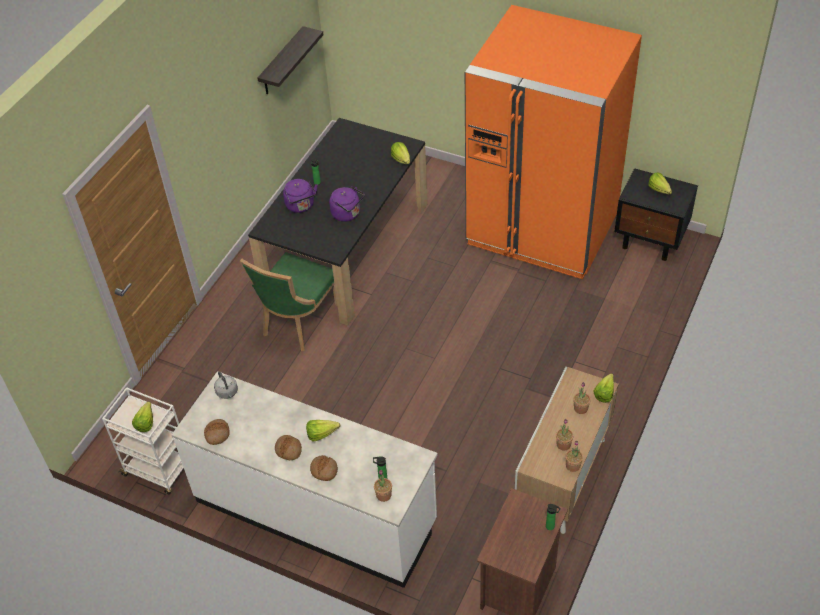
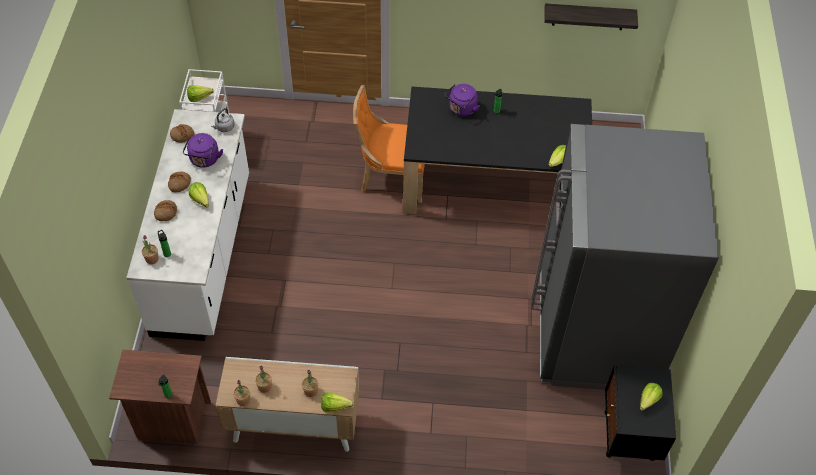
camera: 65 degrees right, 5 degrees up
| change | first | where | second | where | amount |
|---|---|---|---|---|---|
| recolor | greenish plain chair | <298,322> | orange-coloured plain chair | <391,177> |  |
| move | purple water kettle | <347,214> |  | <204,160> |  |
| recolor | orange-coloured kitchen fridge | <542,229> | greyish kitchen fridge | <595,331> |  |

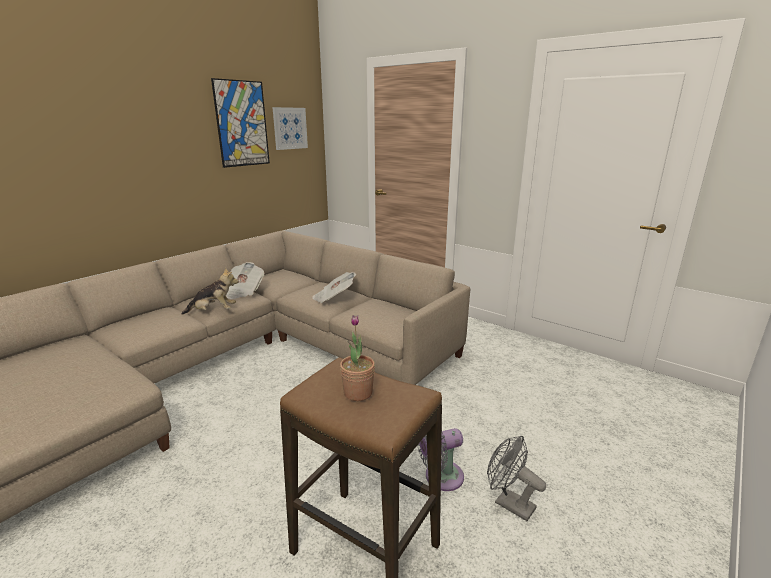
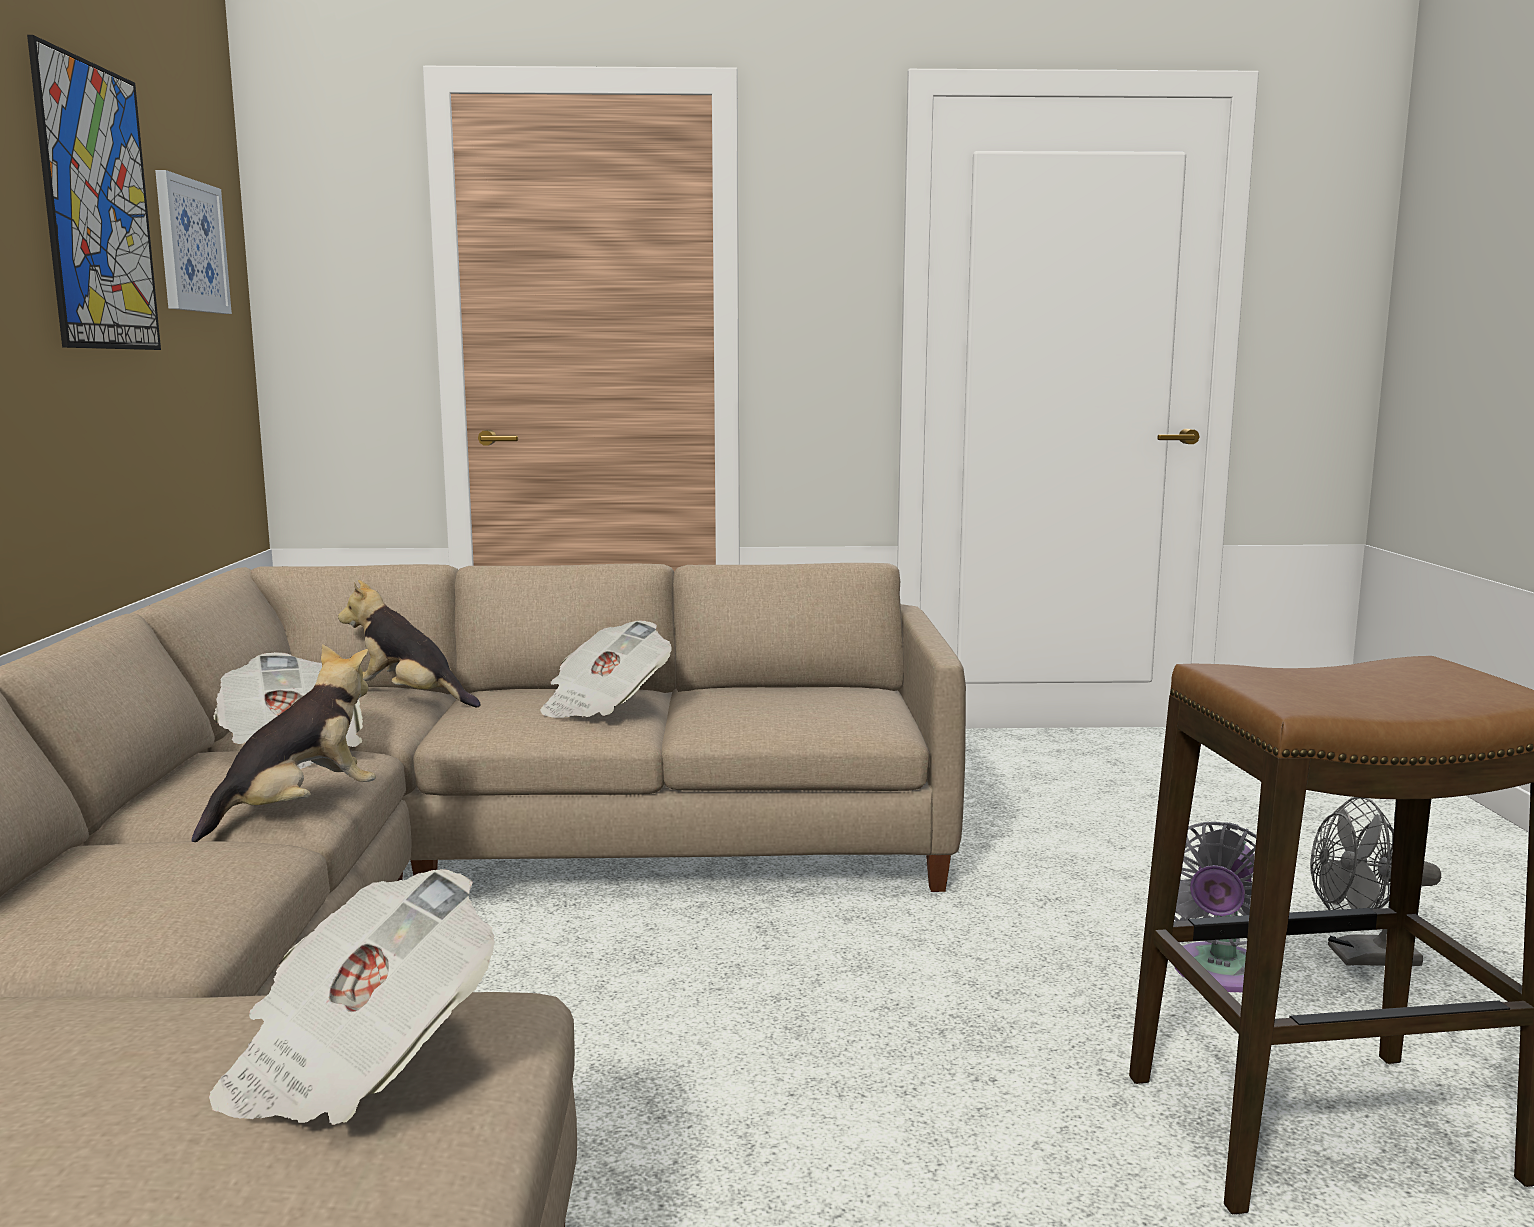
camera: 40 degrees left, 10 degrees down
| change | first | where | second | where | amount |
|---|---|---|---|---|---|
| delete | houseplant | <358,393> |  |  |  |
| insert |  |  | newspaper | <357,1060> |  |
| insert |  |  | soft toy | <410,698> |  |

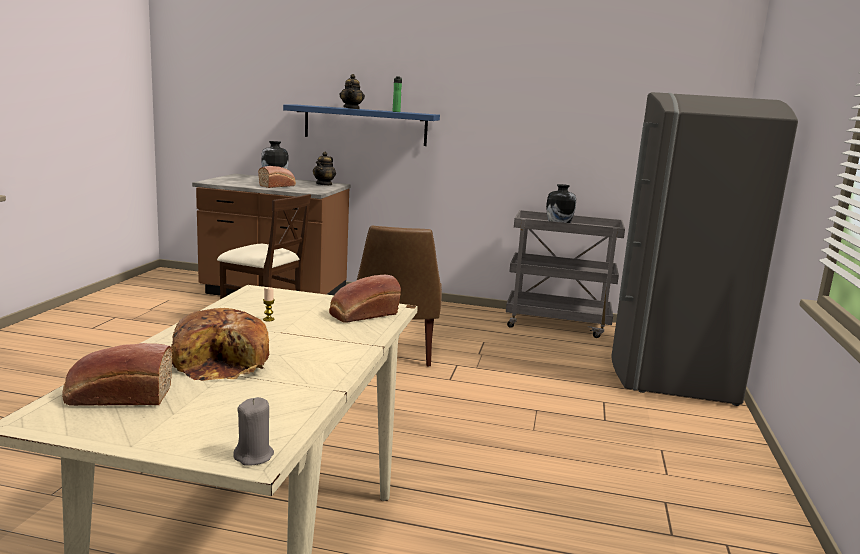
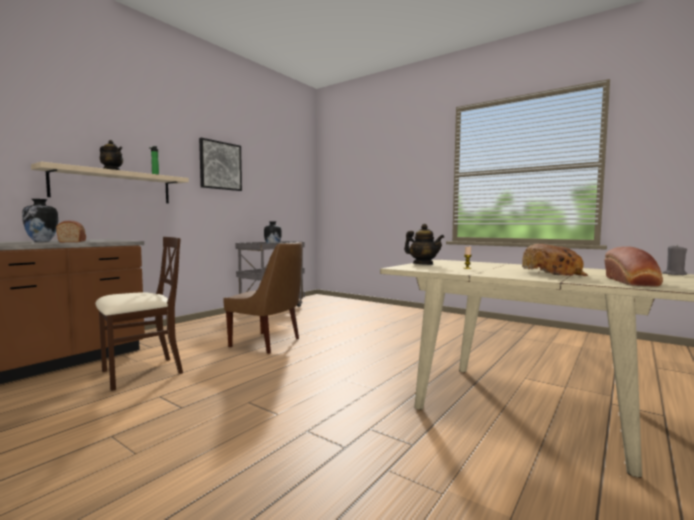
camera: 65 degrees left, 10 degrees down
| change | first | where | second | where | amount |
|---|---|---|---|---|---|
| recolor | bluish wall shelf | <365,125> | sand-coloured wall shelf | <114,186> |  |
| move | teapot | <324,184> |  | <423,264> |  |
| delete | bread | <362,315> |  |  |  |
| delete | greyish kitchen fridge | <670,372> |  |  |  |
| insert |  |  | picture | <220,165> |  |

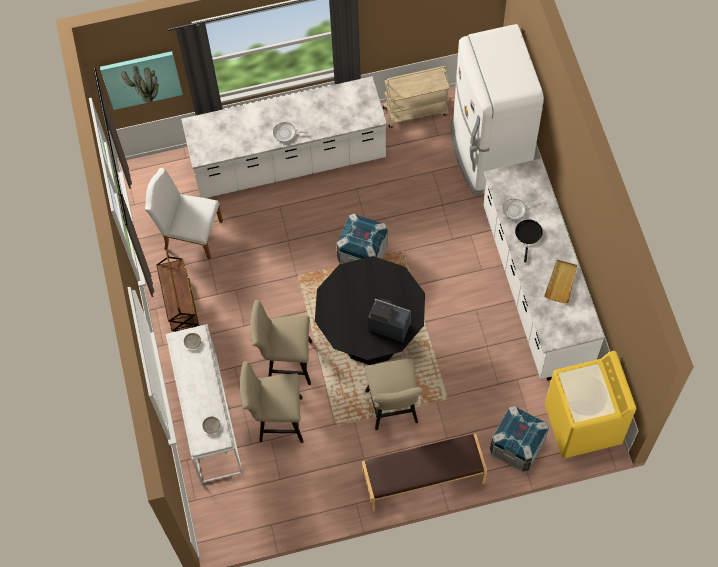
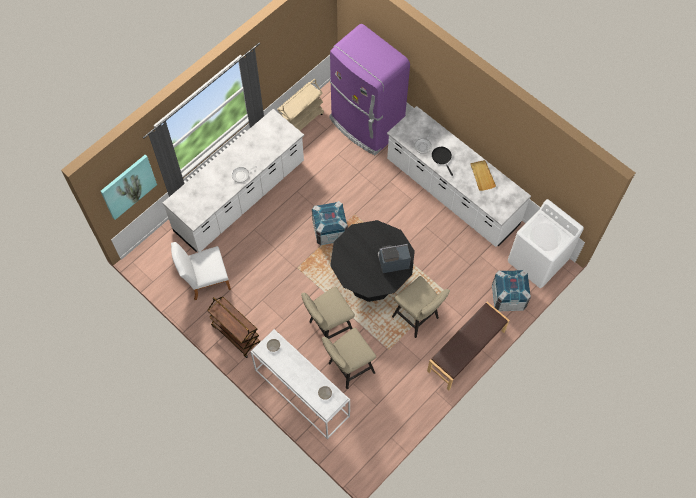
camera: 35 degrees left, 0 degrees up
| change | first | where | second | where | amount |
|---|---|---|---|---|---|
| recolor | white-coloured kitchen fridge | <488,154> | purple kitchen fridge | <366,125> |  |
| recolor | yellowish laundry appliance | <582,425> | white-coloured laundry appliance | <537,261> |  |

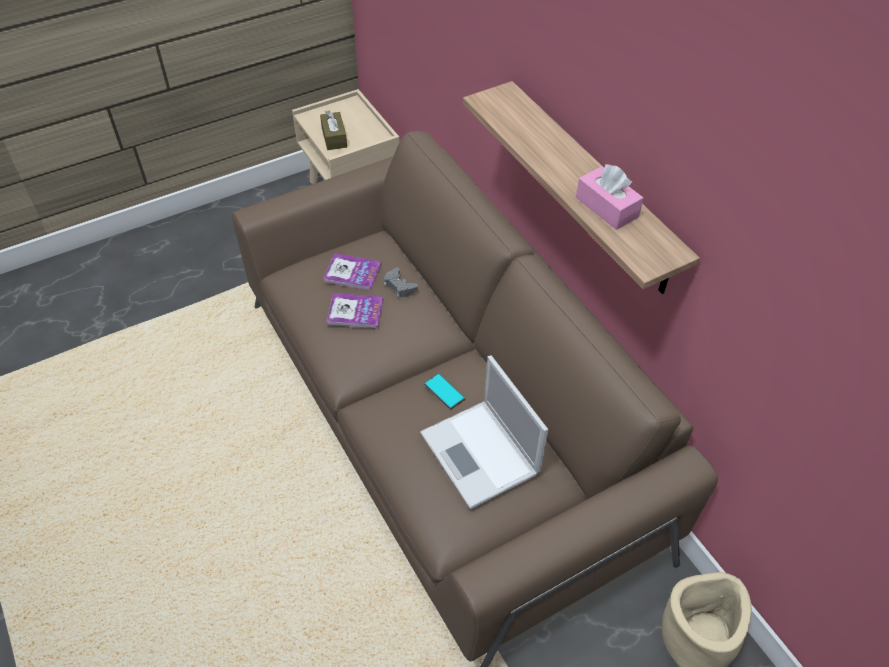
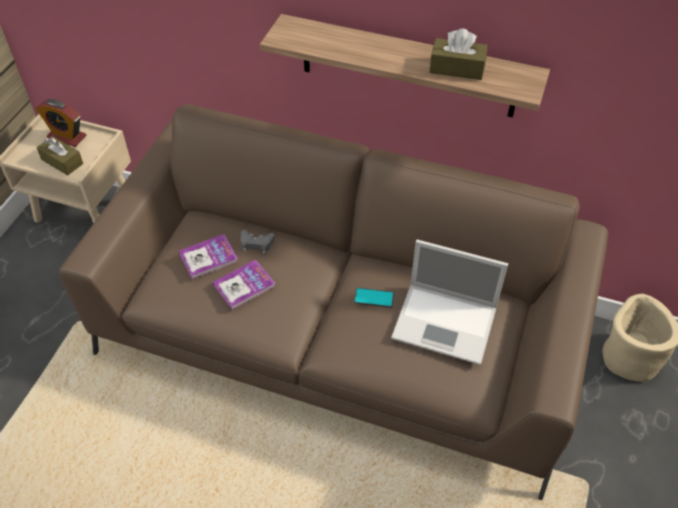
camera: 40 degrees left, 0 degrees up
| change | first | where | second | where | amount |
|---|---|---|---|---|---|
| recolor | pink tissue holder | <606,207> | brown tissue holder | <457,68> |  |
| insert |  |  | table clock | <67,137> |  |

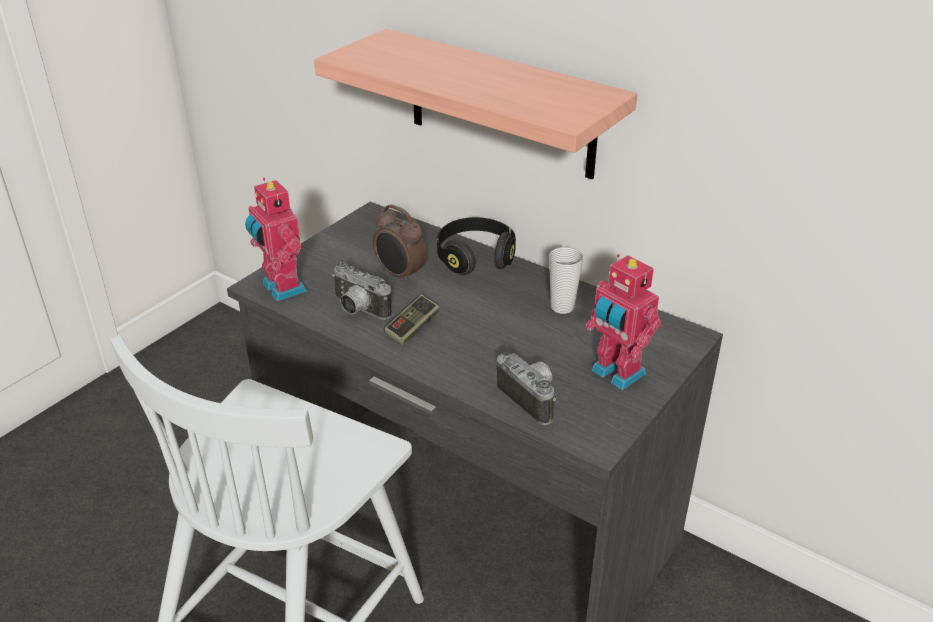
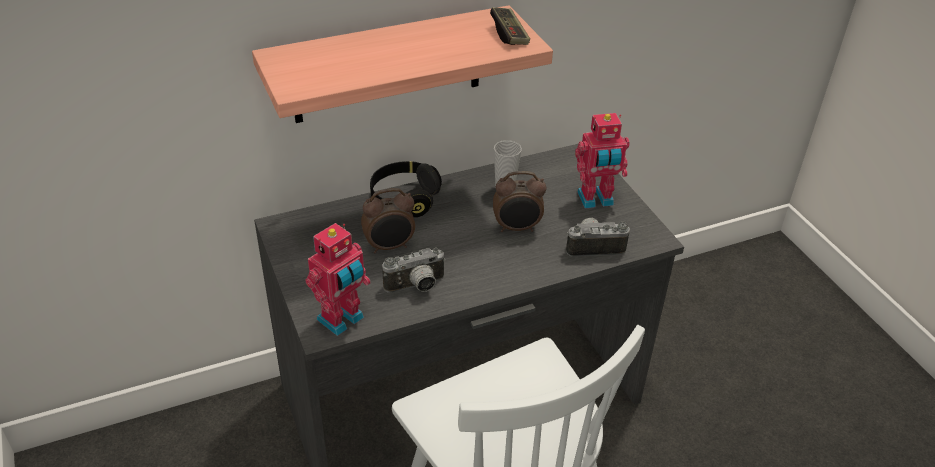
camera: 60 degrees left, 5 degrees up
| change | first | where | second | where | amount |
|---|---|---|---|---|---|
| rotate | robot figure | <281,289> |  | <342,320> | 45 degrees counterclockwise |
| move | gamepad | <412,328> |  | <509,34> |  |
| insert |  |  | table clock | <517,228> |  |

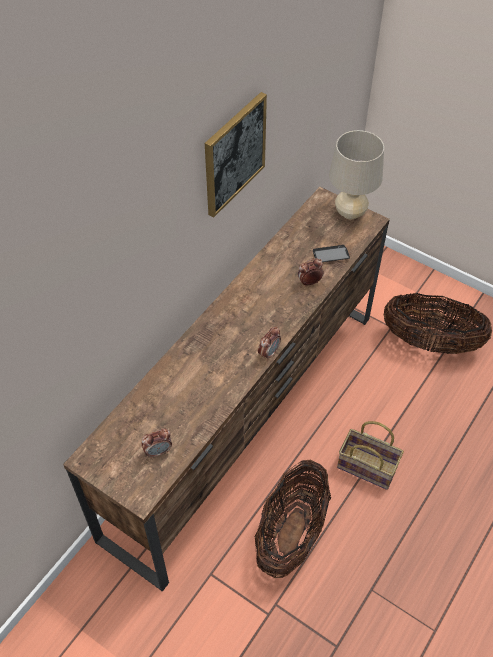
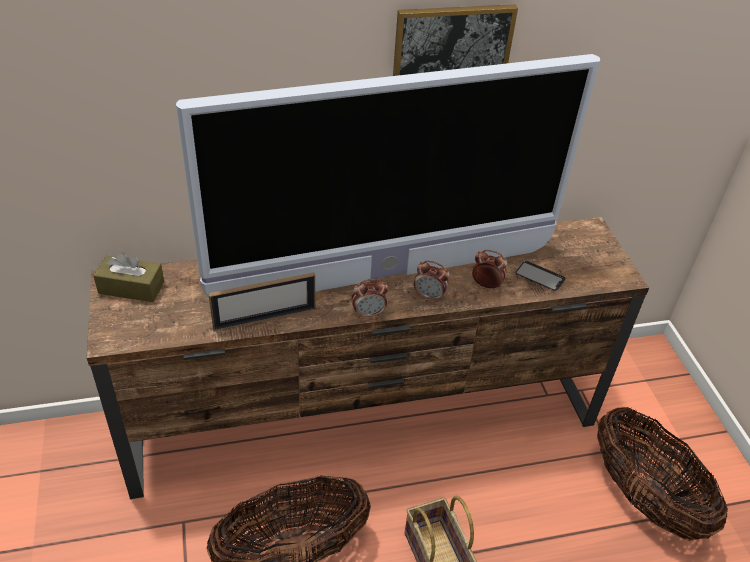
camera: 40 degrees right, 10 degrees down
| change | first | where | second | where | amount |
|---|---|---|---|---|---|
| move | table clock | <158,451> |  | <429,296> |  |
| delete | sand-coloured table lamp | <350,213> |  |  |  |
| insert |  |  | brown tissue holder | <131,287> |  |
| insert |  |  | TV set | <386,275> |  |
| insert |  |  | photo frame | <264,318> |  |

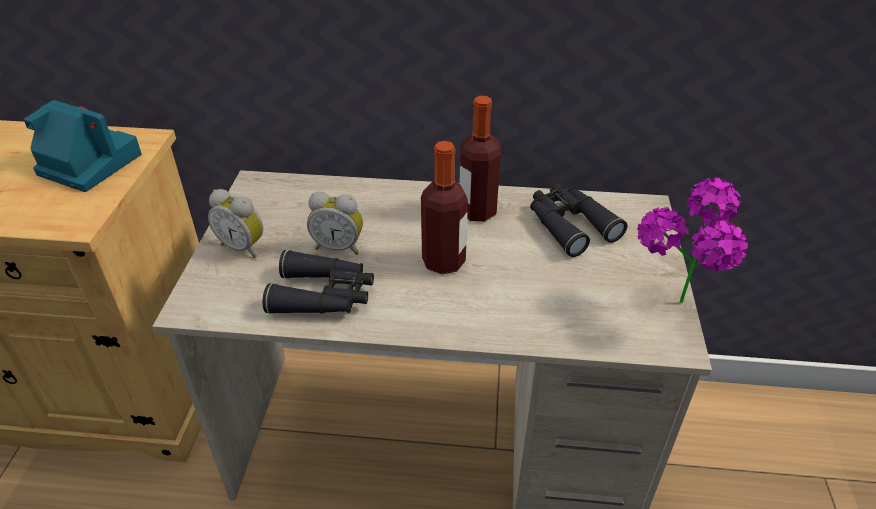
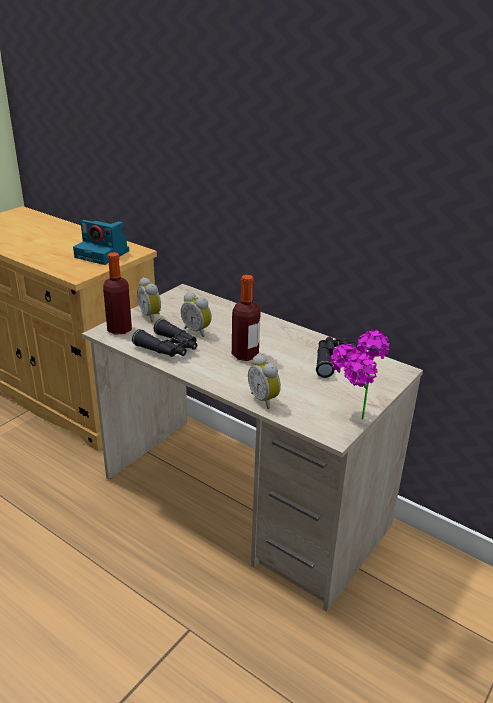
camera: 30 degrees right, 10 degrees down
| change | first | where | second | where | amount |
|---|---|---|---|---|---|
| rotate | photo camera | <87,164> |  | <103,254> | 150 degrees clockwise |
| move | bottle | <477,211> |  | <119,329> |  |
| insert |  |  | table clock | <265,399> |  |

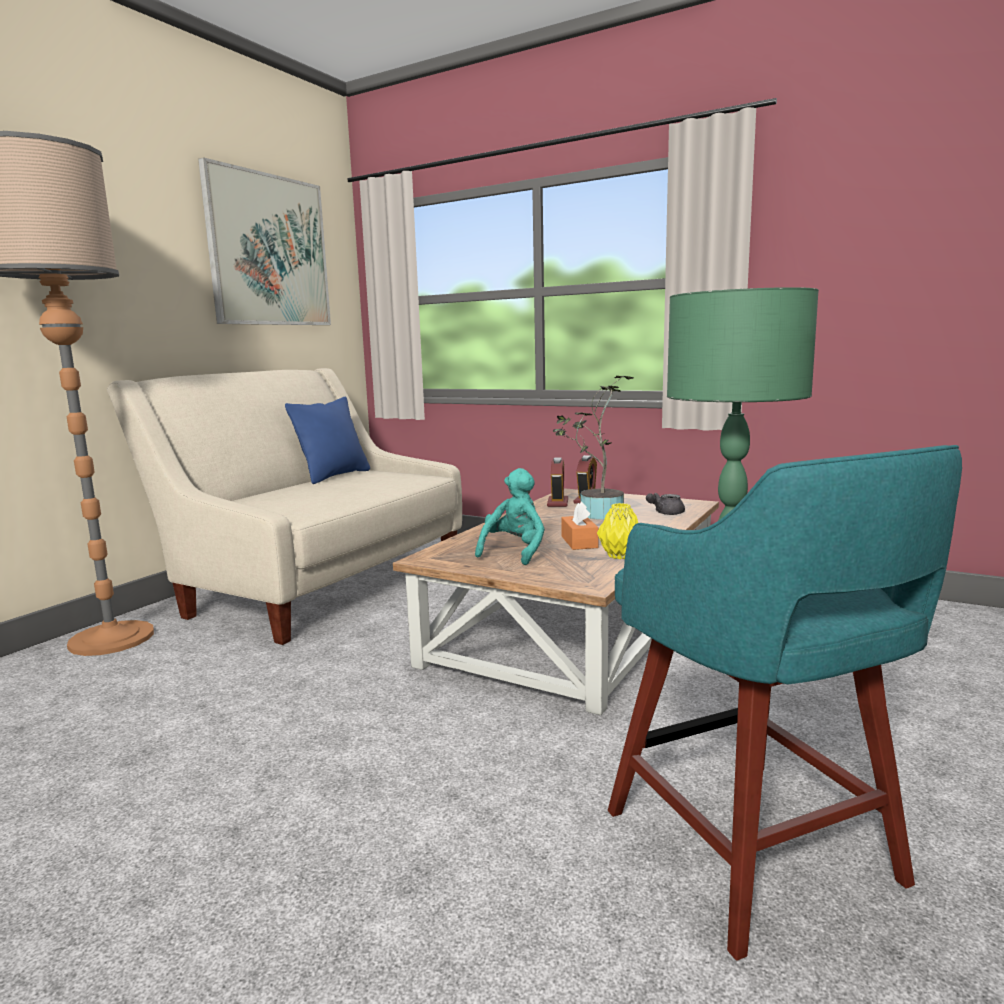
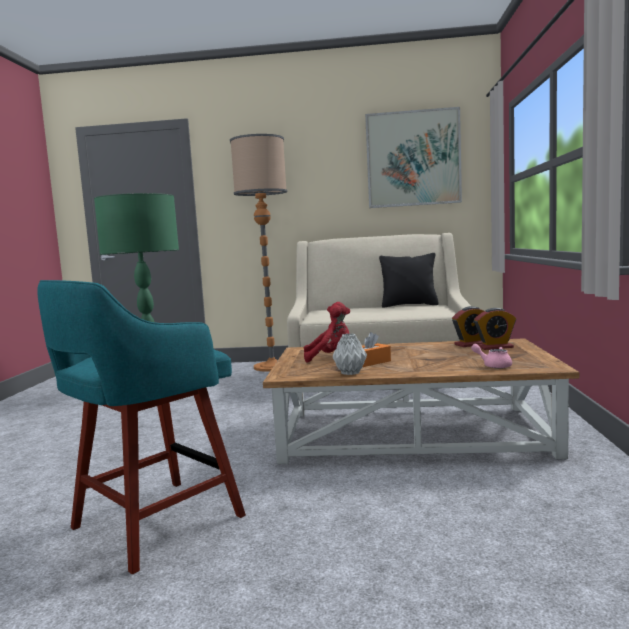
camera: 65 degrees right, 5 degrees down
| change | first | where | second | where | amount |
|---|---|---|---|---|---|
| recolor | bluish throw pillow | <333,476> | black throw pillow | <409,305> |  |
| recolor | turquoise soft toy | <514,552> | red-coloured soft toy | <330,357> |  |
| delete | houseplant | <596,514> |  |  |  |
| recolor | yellowish vase | <620,556> | greyish vase | <350,373> |  |
| recolor | greyish teapot | <665,513> | pink teapot | <493,365> |  |

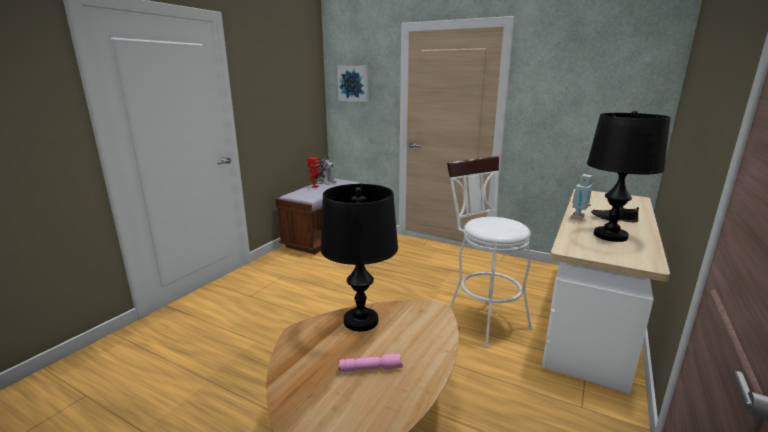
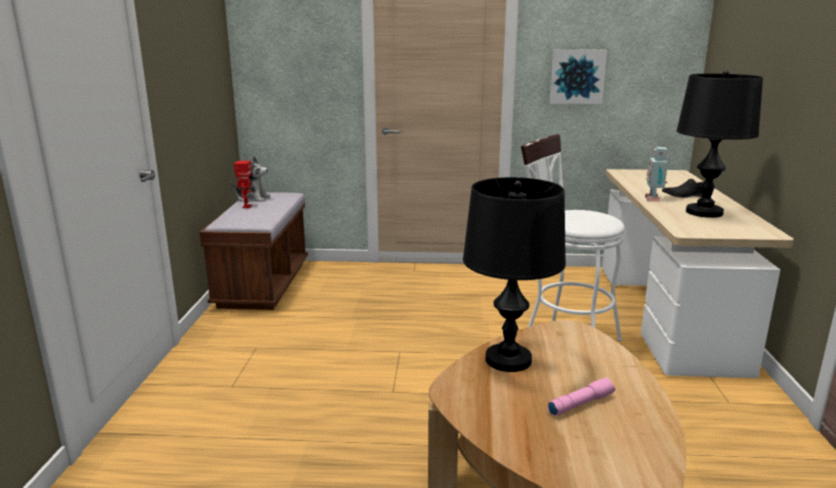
camera: 25 degrees left, 0 degrees up
| change | first | where | second | where | amount |
|---|---|---|---|---|---|
| move | picture | <354,83> |  | <577,76> |  |

